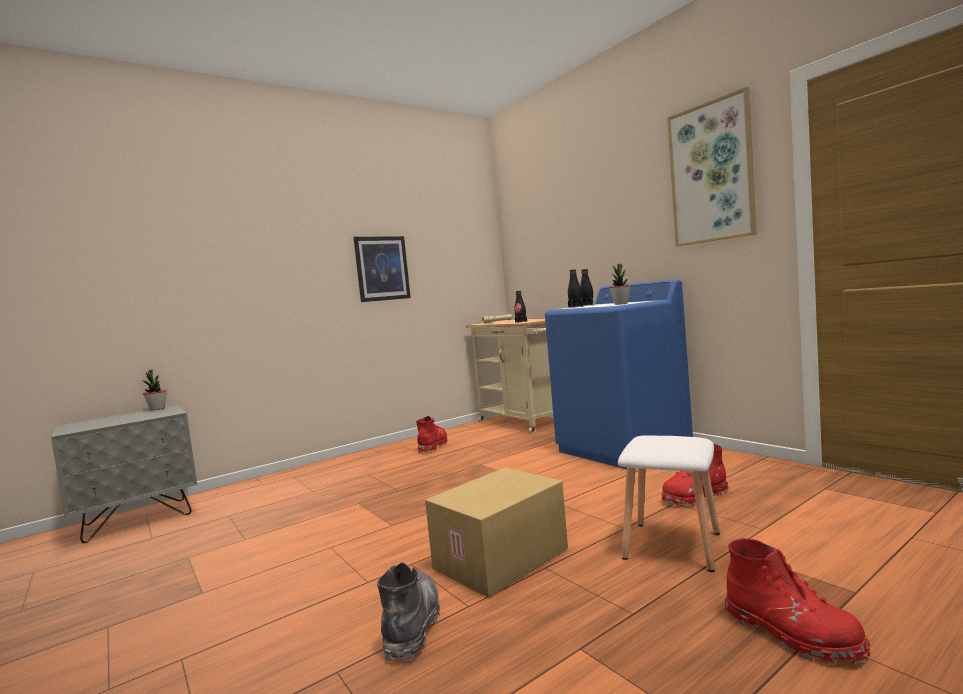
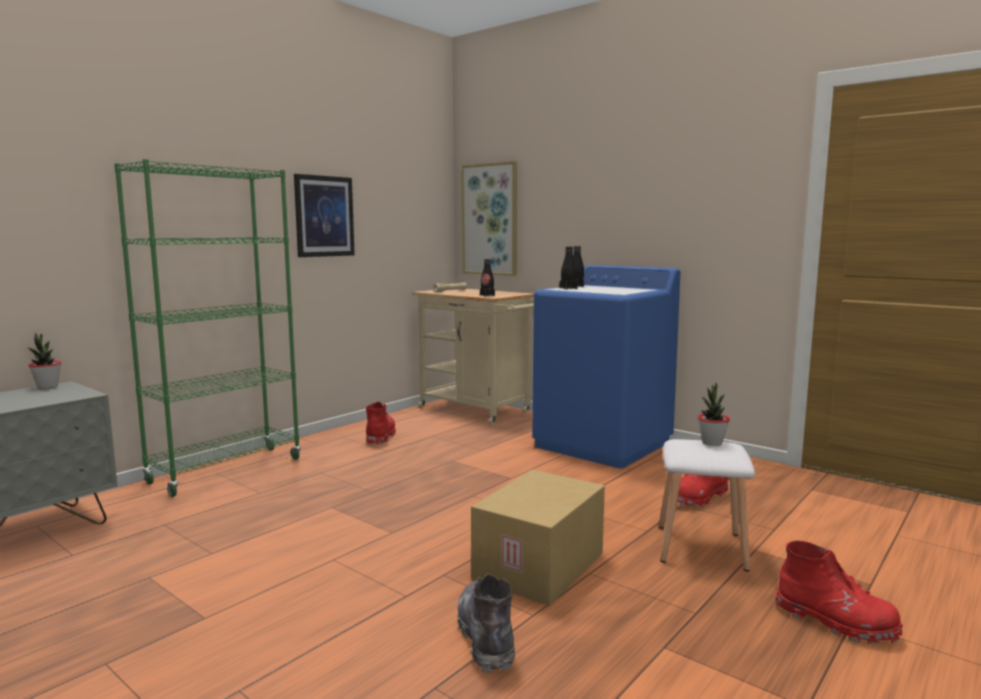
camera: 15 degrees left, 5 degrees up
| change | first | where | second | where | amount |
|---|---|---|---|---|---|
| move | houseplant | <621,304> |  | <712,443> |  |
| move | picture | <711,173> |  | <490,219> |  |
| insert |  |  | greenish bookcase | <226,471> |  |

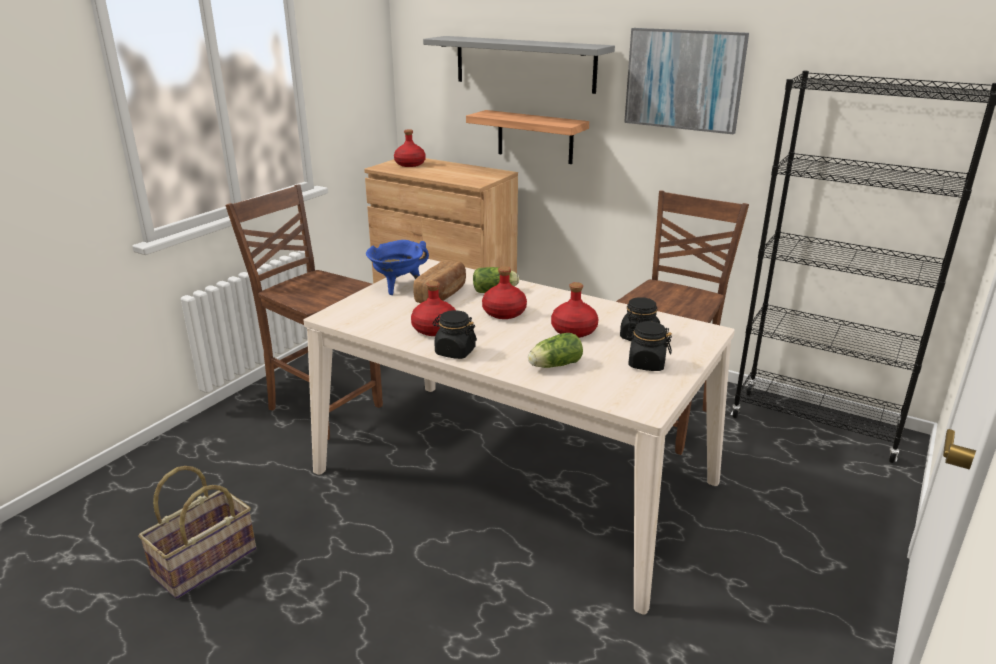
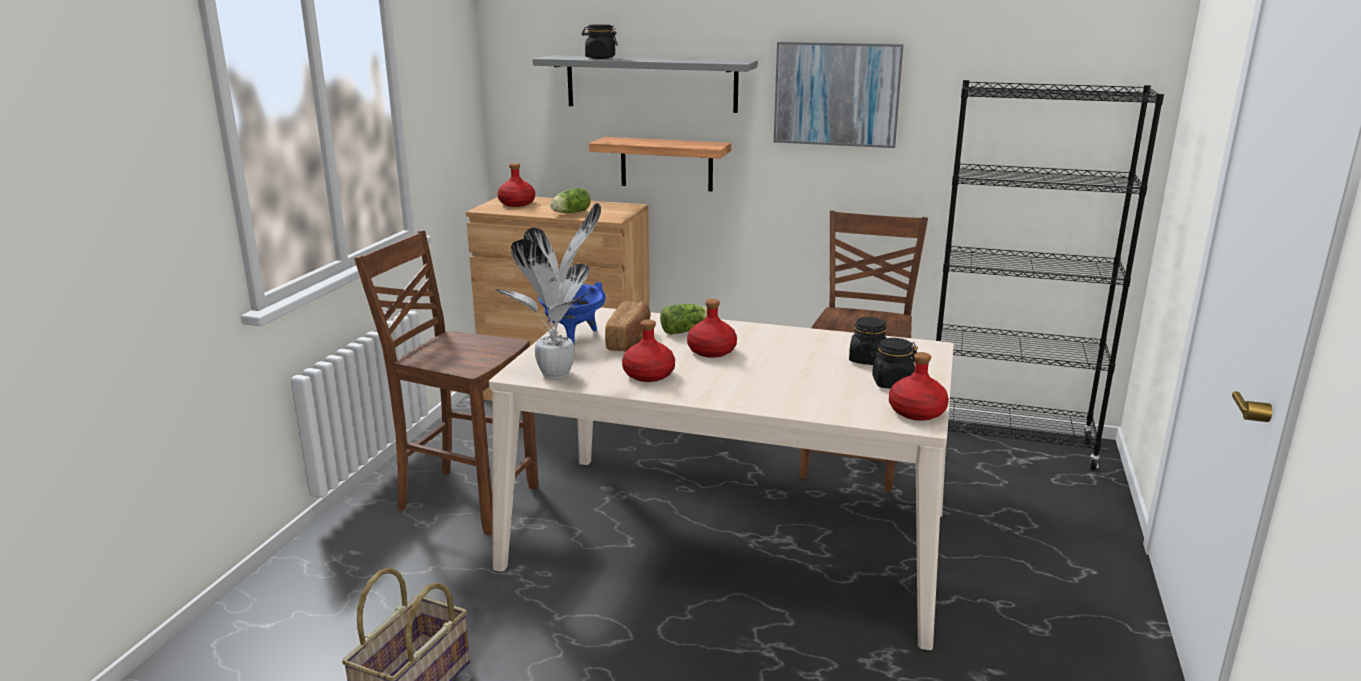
camera: 15 degrees left, 5 degrees down
| change | first | where | second | where | amount |
|---|---|---|---|---|---|
| move | black storage jar | <455,352> |  | <600,58> |  |
| move | lettuce | <553,365> |  | <569,213> |  |
| move | red-coloured bottle | <573,331> |  | <916,412> |  |
| insert |  |  | houseplant | <559,373> |  |

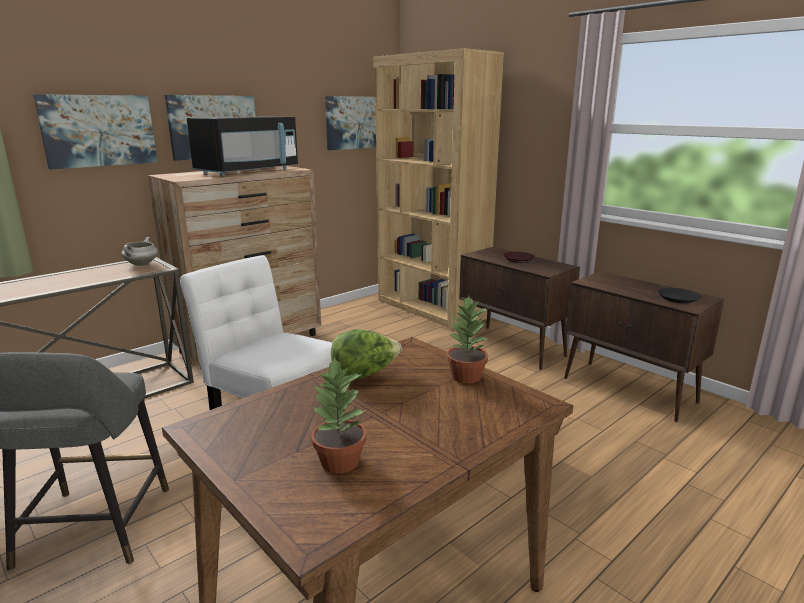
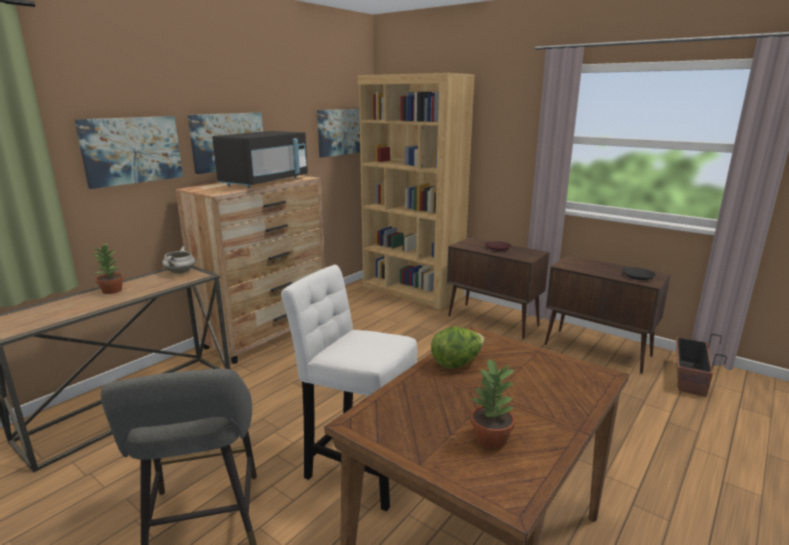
camera: 10 degrees left, 0 degrees up
| change | first | where | second | where | amount |
|---|---|---|---|---|---|
| move | houseplant | <465,377> |  | <111,291> |  |
| insert |  |  | planter | <689,378> |  |

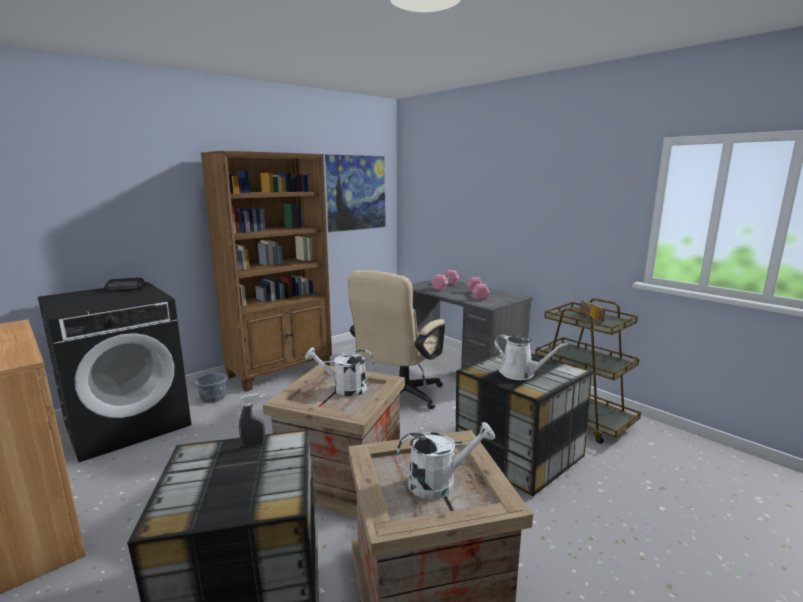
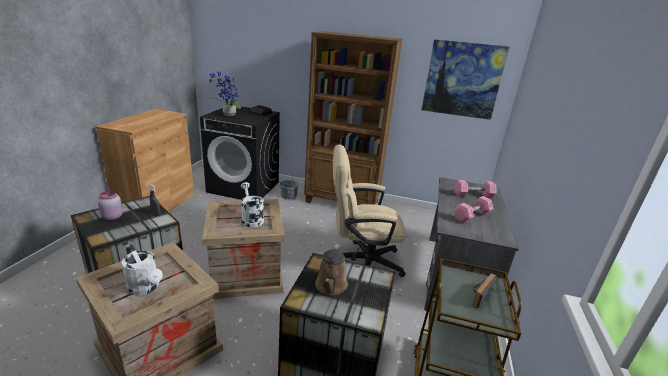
camera: 55 degrees right, 10 degrees up
| change | first | where | second | where | amount |
|---|---|---|---|---|---|
| recolor | white-coloured watering pot | <520,374> | brown watering pot | <331,286> |  |
| insert |  |  | pink storage jar | <111,217> |  |
| insert |  |  | houseplant | <228,115> |  |

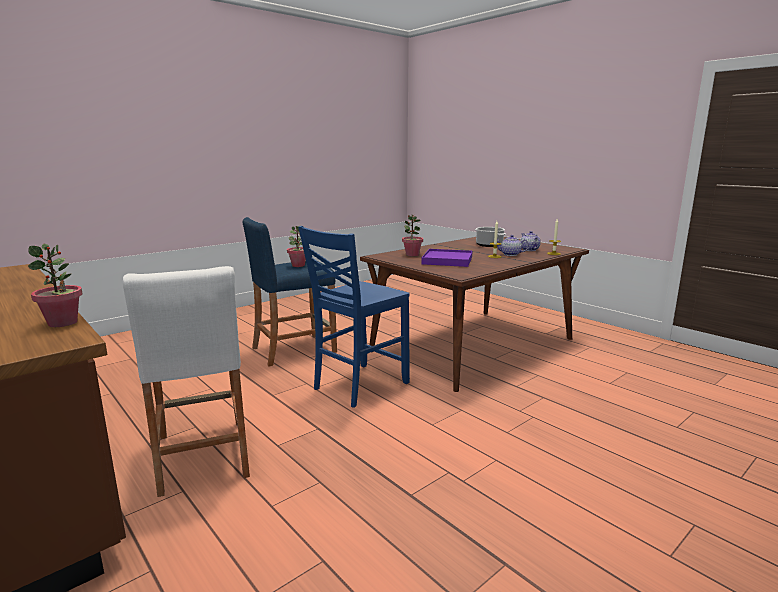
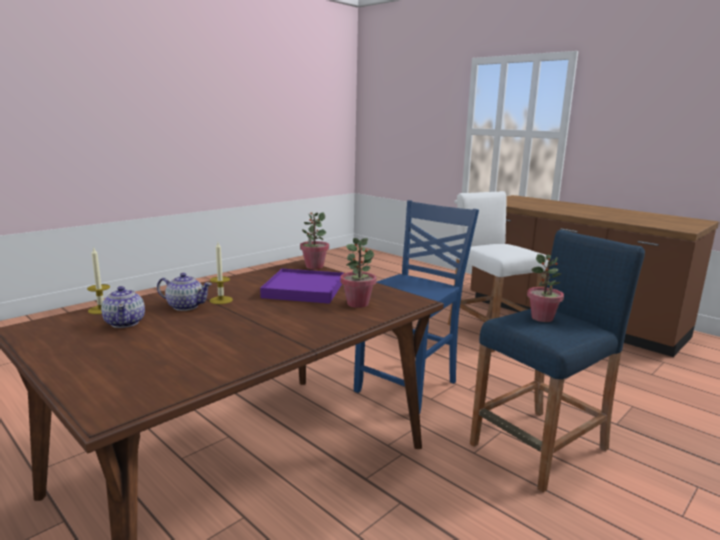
camera: 175 degrees right, 0 degrees up
| change | first | where | second | where | amount |
|---|---|---|---|---|---|
| move | houseplant | <63,323> |  | <314,266> |  |
| delete | stockpot | <489,245> |  |  |  |

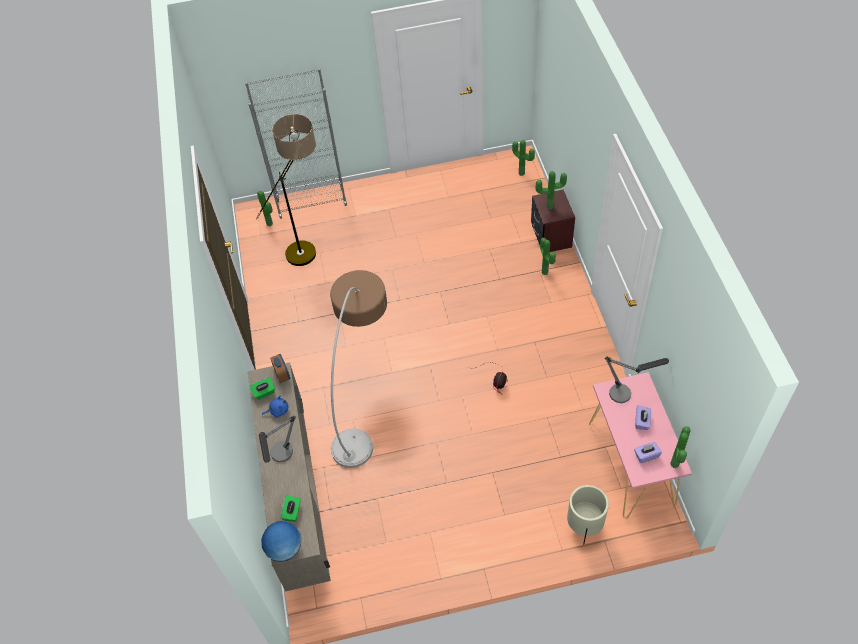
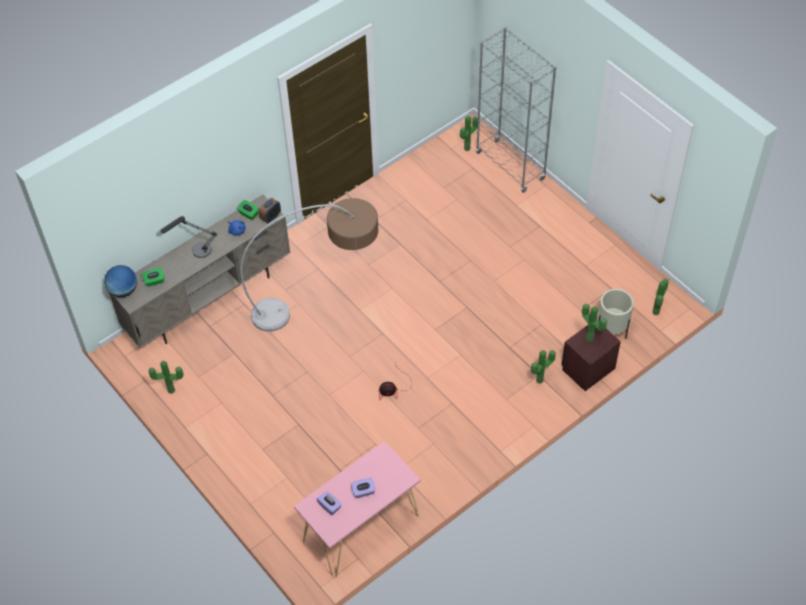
camera: 60 degrees right, 0 degrees up
| change | first | where | second | where | amount |
|---|---|---|---|---|---|
| delete | standard lamp | <310,247> |  |  |  |
| move | sand-coloured planter | <584,525> |  | <612,330> |  |
| delete | table lamp | <626,393> |  |  |  |
| move | houseplant | <676,464> |  | <171,392> |  |

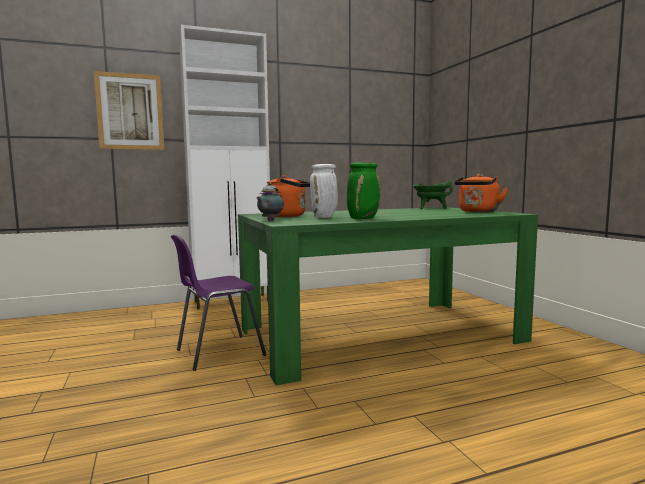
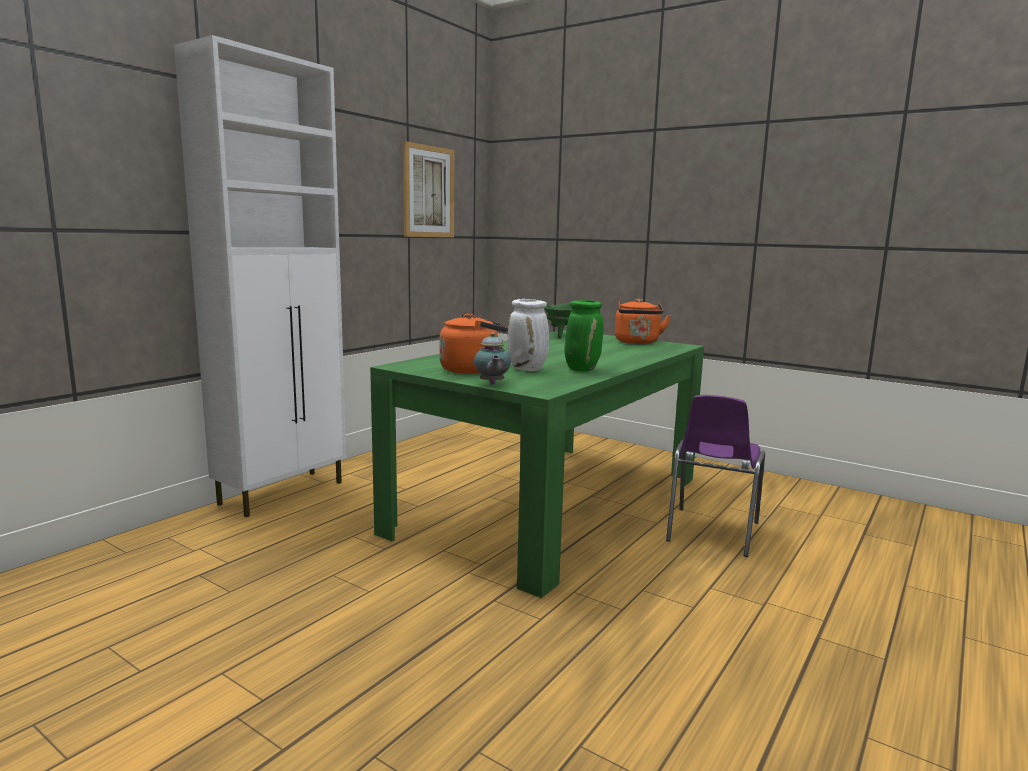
camera: 35 degrees left, 5 degrees up
| change | first | where | second | where | amount |
|---|---|---|---|---|---|
| move | picture | <130,112> |  | <428,192> |  |
| move | purple plain chair | <217,353> |  | <711,532> |  |

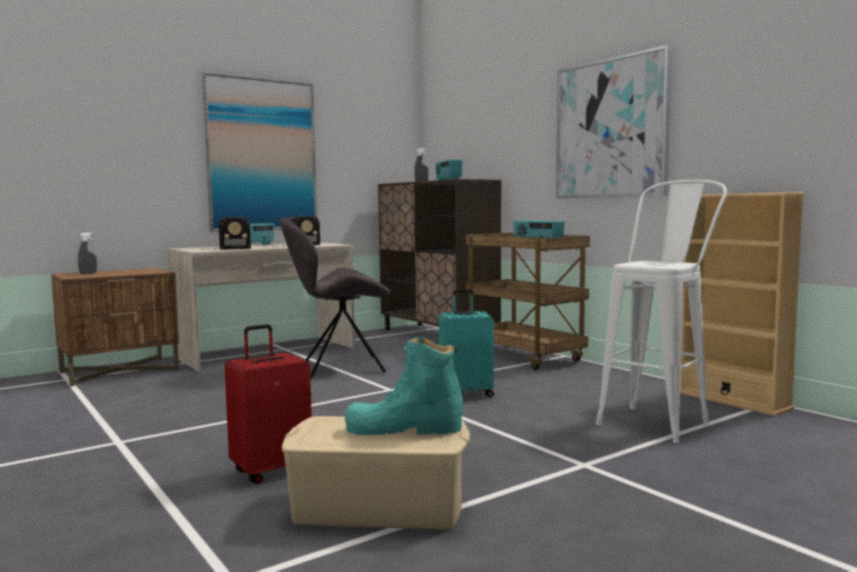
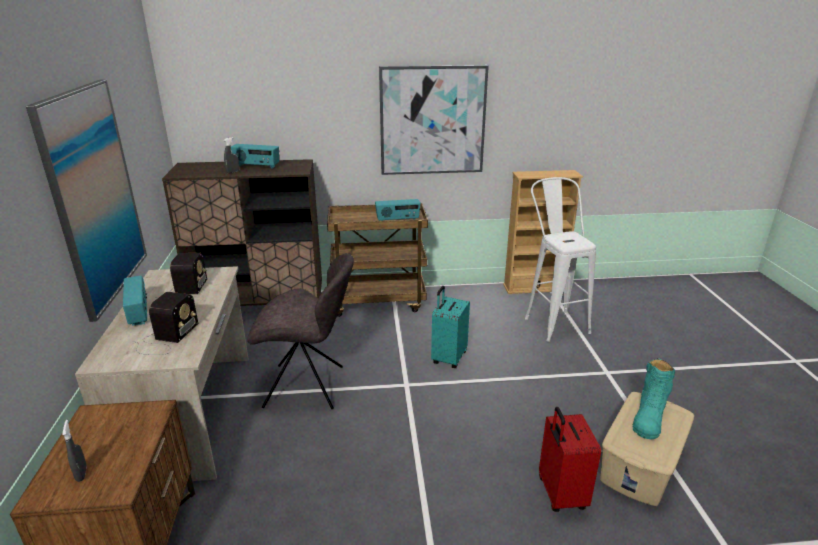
camera: 60 degrees left, 20 degrees up
| change | first | where | second | where | amount |
|---|---|---|---|---|---|
| rotate | greyish plain chair | <340,367> |  | <308,387> | 105 degrees counterclockwise |

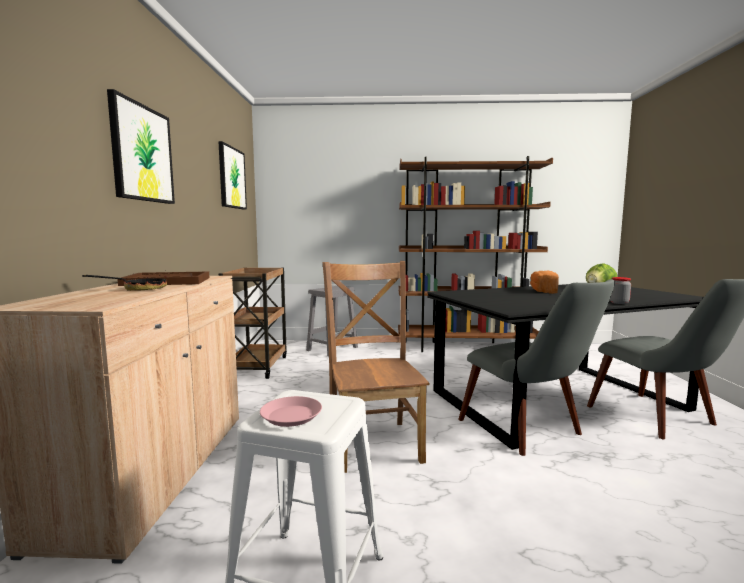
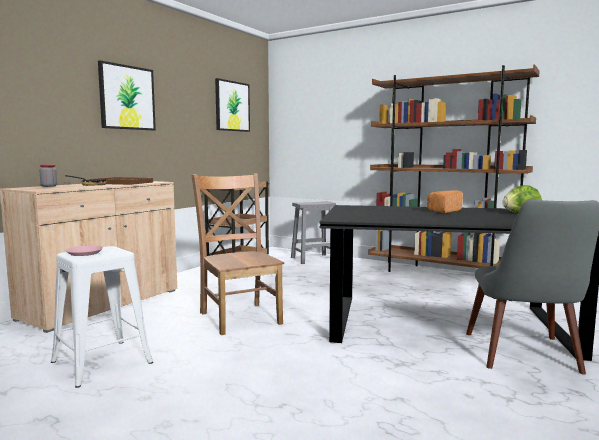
camera: 30 degrees right, 0 degrees up
| change | first | where | second | where | amount |
|---|---|---|---|---|---|
| rotate | brown plain chair | <373,441> |  | <239,317> | 45 degrees counterclockwise |
| delete | greyish plain chair | <531,432> |  |  |  |
| move | storage jar | <619,303> |  | <49,186> |  |

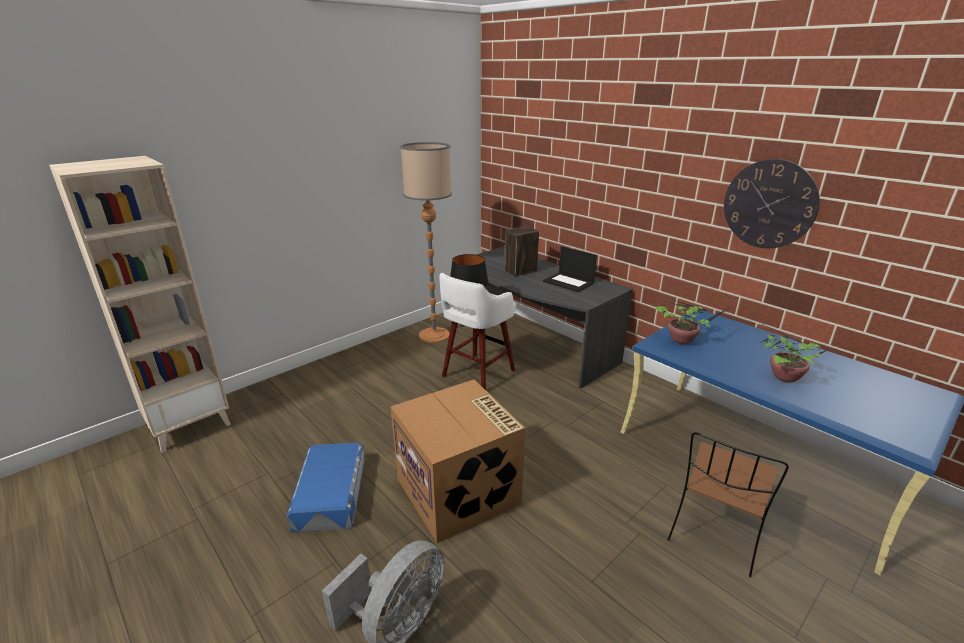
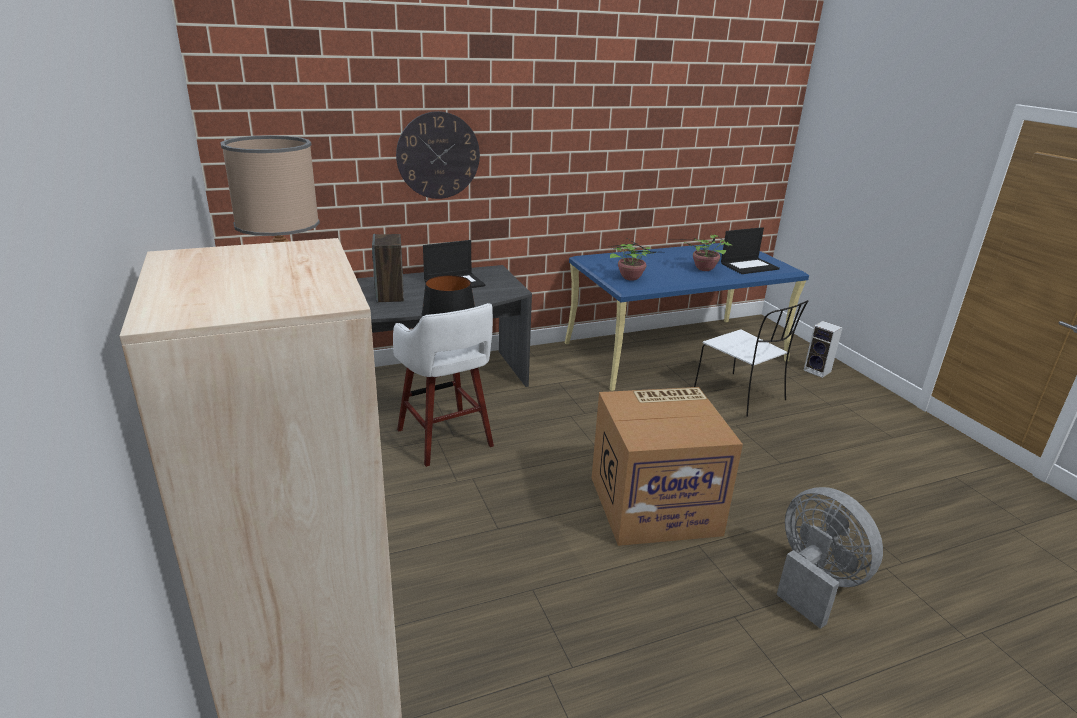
camera: 70 degrees left, 0 degrees up
| change | first | where | second | where | amount |
|---|---|---|---|---|---|
| delete | bluish storage box | <330,493> |  |  |  |
| recolor | brown plain chair | <716,530> | white-coloured plain chair | <741,395> |  |
| move | clock on the wall | <769,204> |  | <438,155> |  |
| insert |  |  | portable computer | <749,266> |  |
| insert |  |  | loudspeaker | <818,371> |  |

